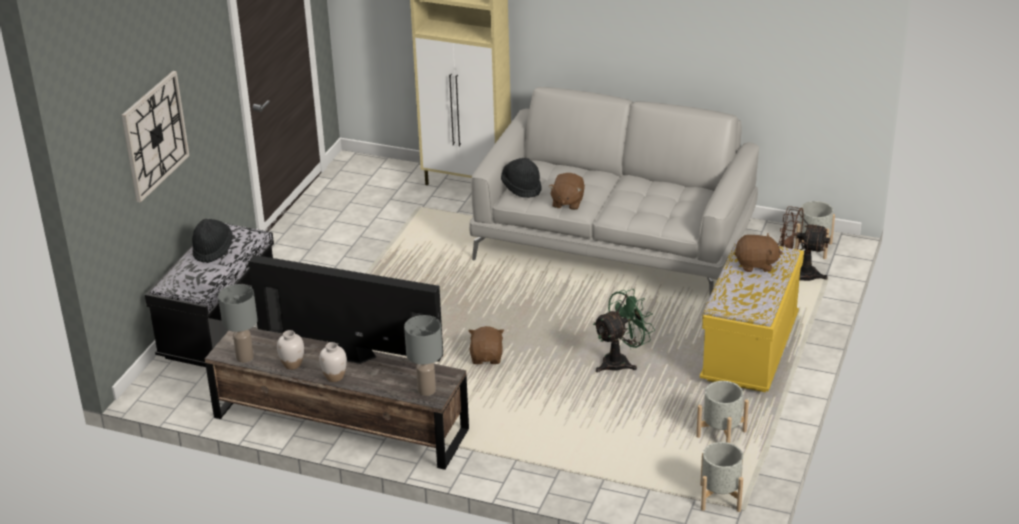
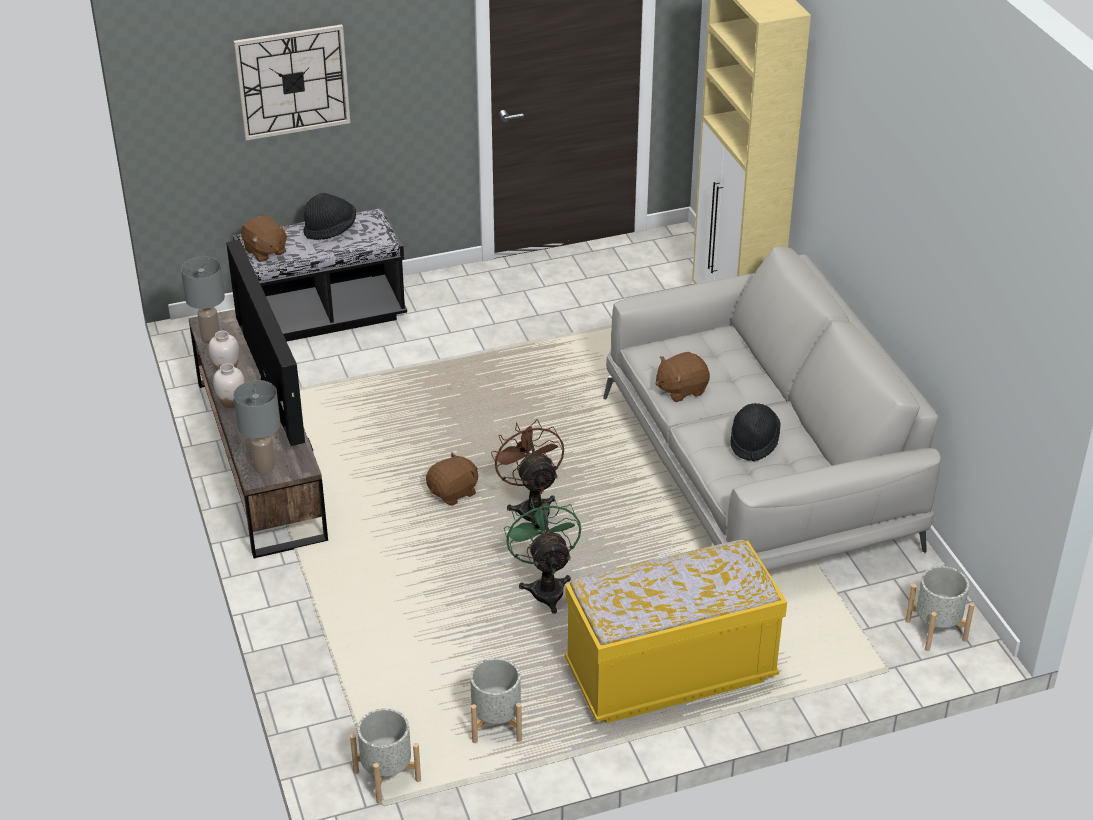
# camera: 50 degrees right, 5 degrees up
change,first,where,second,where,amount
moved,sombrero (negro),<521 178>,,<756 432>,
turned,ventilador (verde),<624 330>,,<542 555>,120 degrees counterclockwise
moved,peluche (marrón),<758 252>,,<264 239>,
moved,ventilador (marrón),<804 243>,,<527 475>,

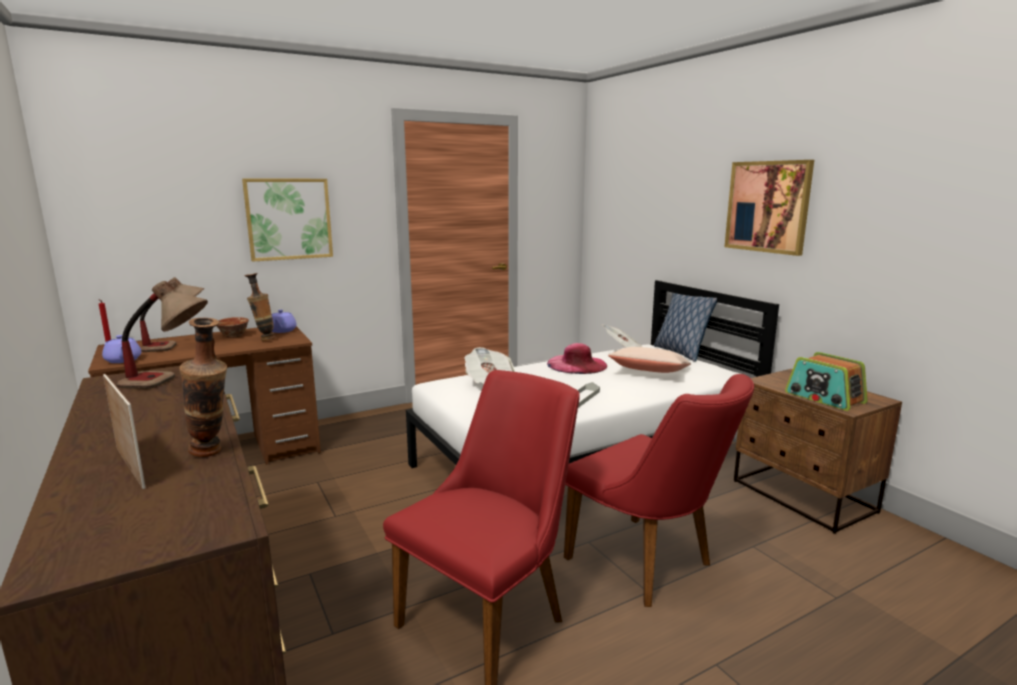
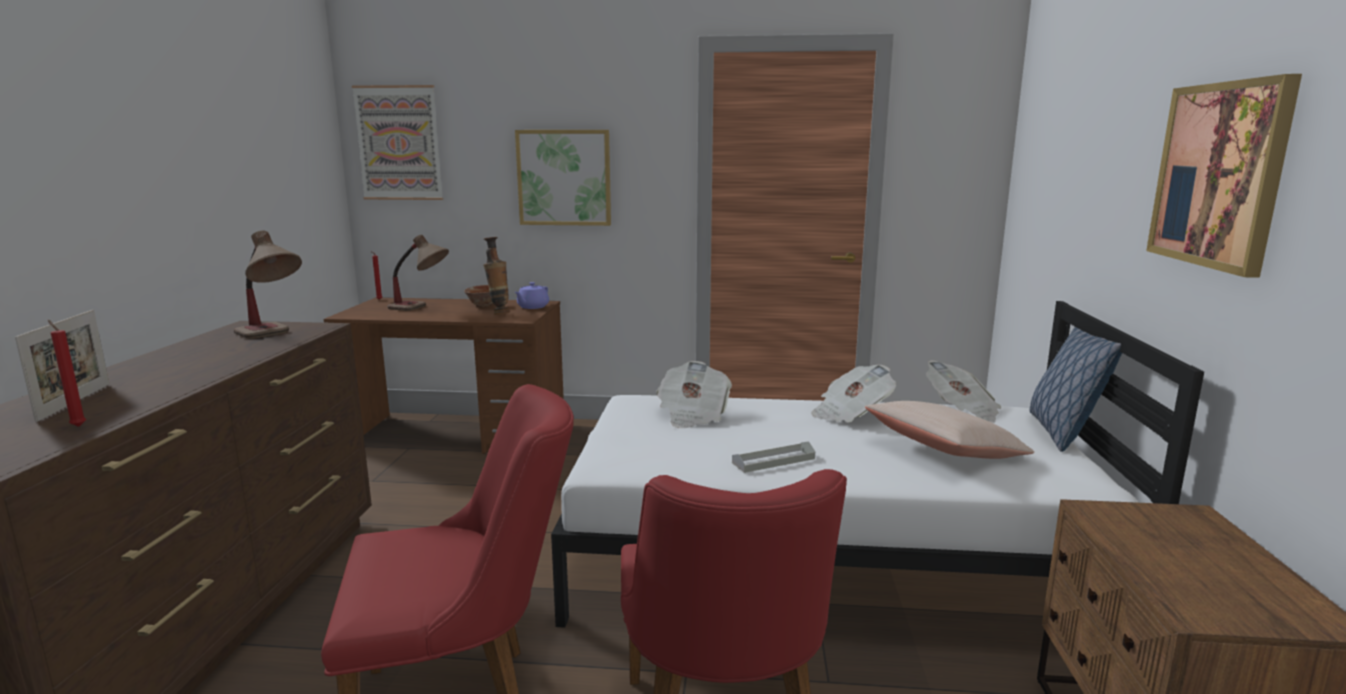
# camera: 35 degrees right, 0 degrees up
change,first,where,second,where,amount
removed,tetera (morado),<121 349>,,,
removed,florero,<203 387>,,,
replaced,sombrero (rosa),<577 358>,periódico,<853 394>,
removed,radio,<826 381>,,,
added,,,vela (rojo),<67 373>,
added,,,cuadro,<397 142>,

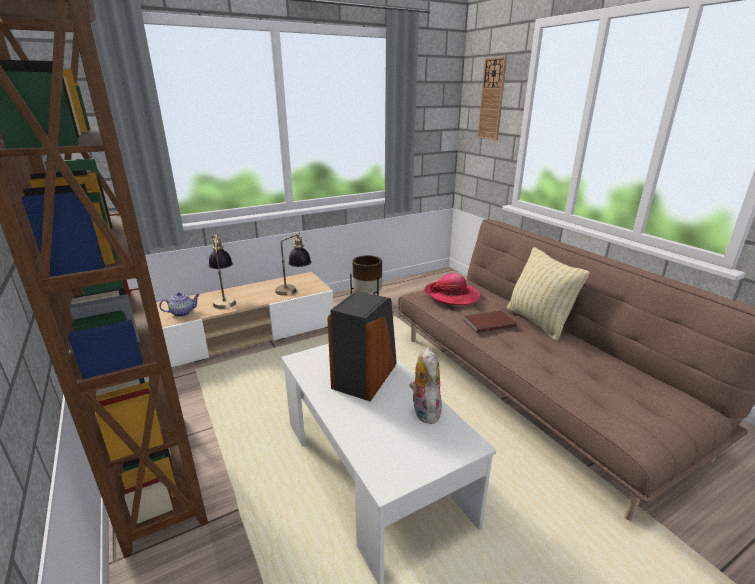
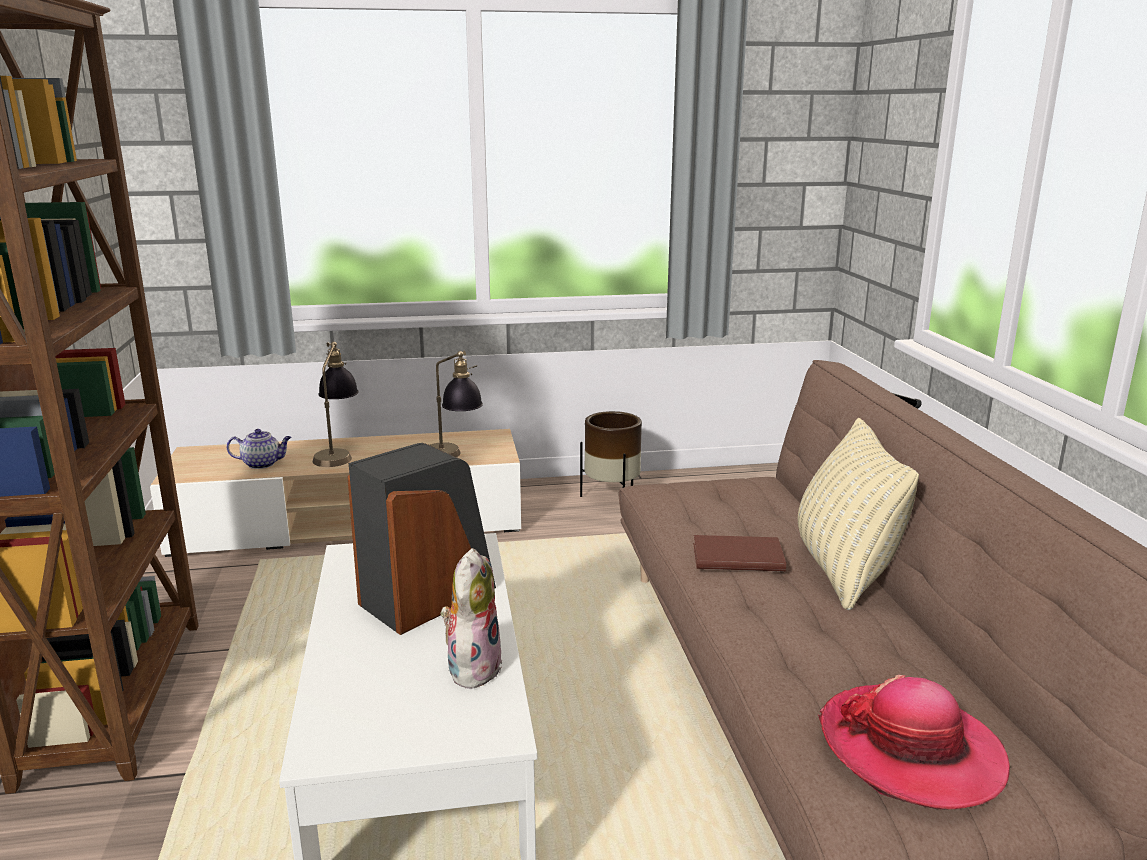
# camera: 20 degrees right, 5 degrees down
change,first,where,second,where,amount
moved,sombrero,<452 289>,,<914 742>,
removed,reloj de pared,<492 98>,,,

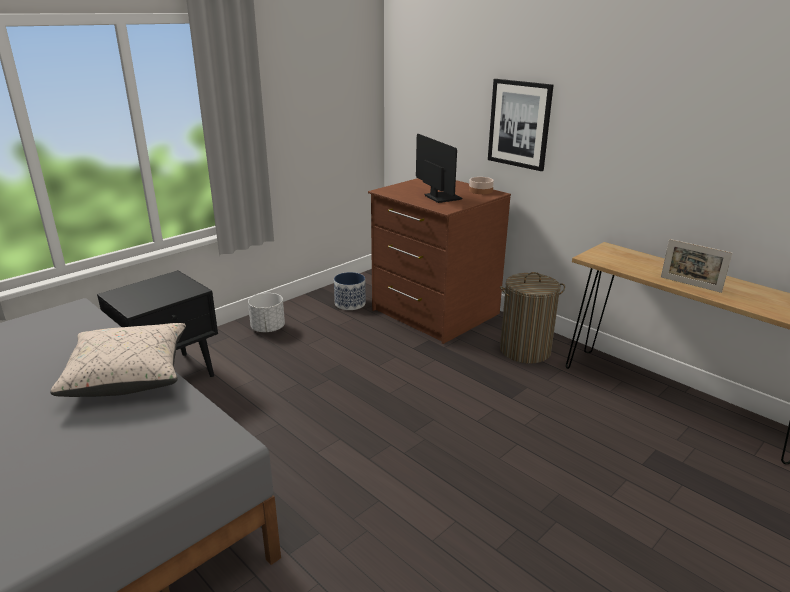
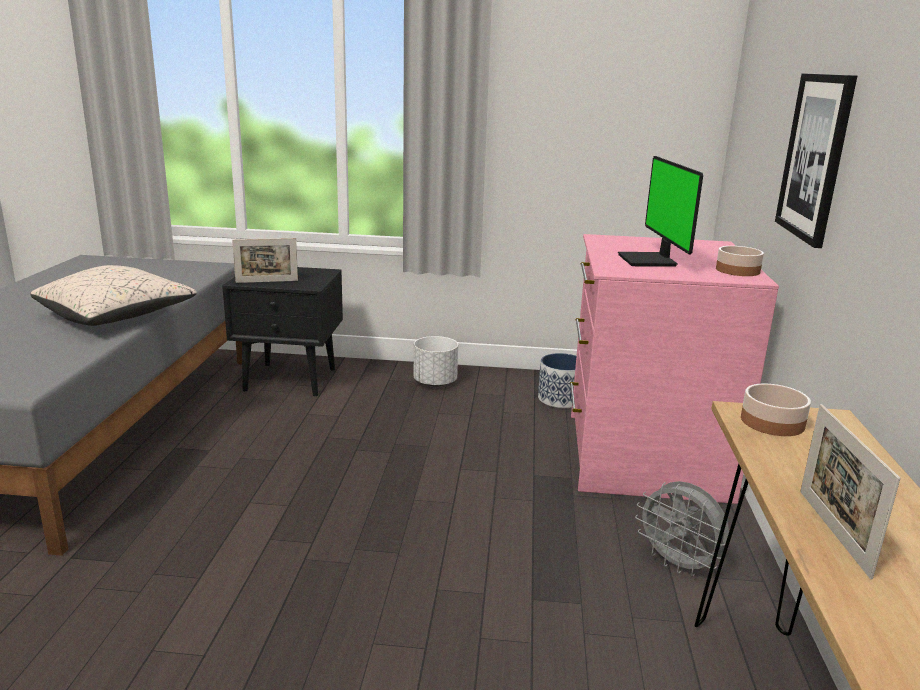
# camera: 50 degrees right, 5 degrees down
change,first,where,second,where,amount
recoloured,cómoda (marrón),<439 261>,cómoda (rosa),<674 369>,
turned,monitor,<439 168>,,<660 211>,150 degrees clockwise
replaced,cesto de la ropa,<532 317>,ventilador (gris),<682 529>,
added,,,portarretratos,<265 260>,
added,,,cuenco,<776 409>,

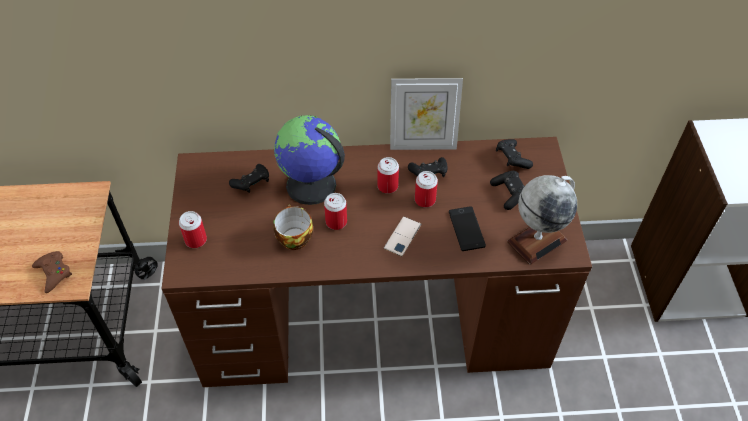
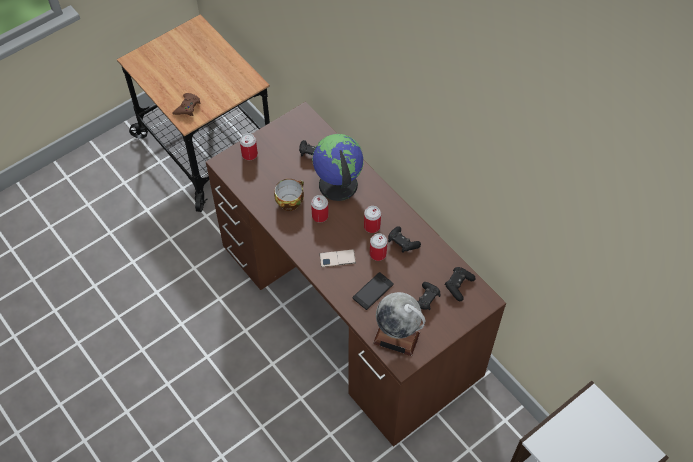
# camera: 55 degrees right, 5 degrees up
change,first,where,second,where,amount
removed,portarretratos,<426 114>,,,

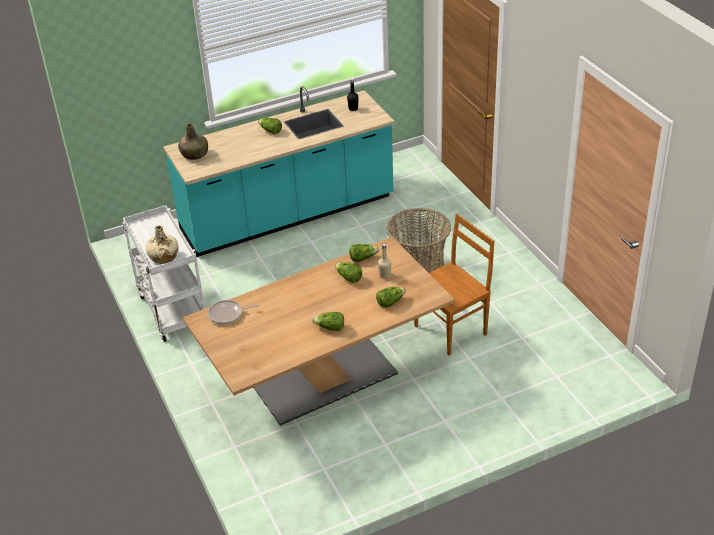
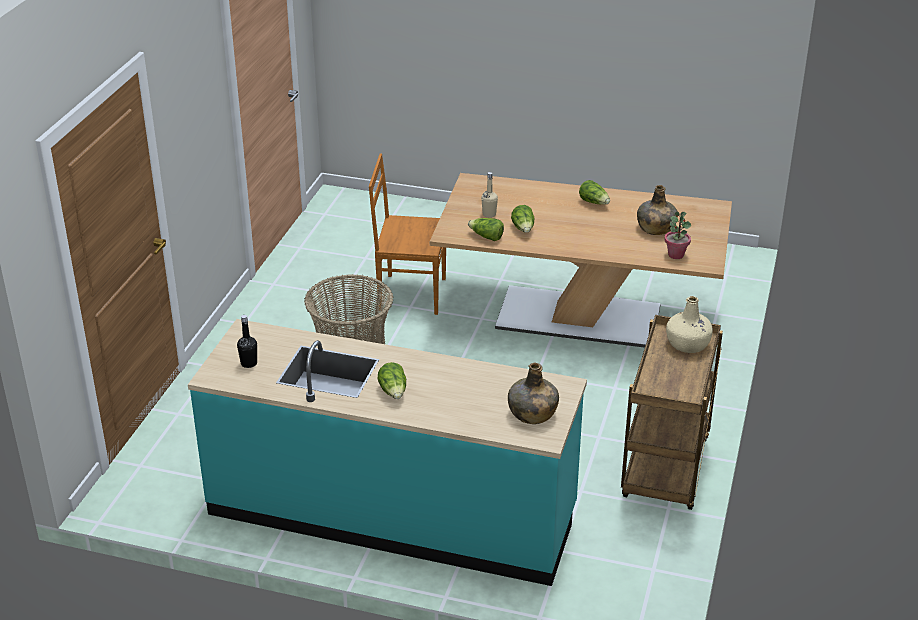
# camera: 140 degrees left, 5 degrees down
change,first,where,second,where,amount
recoloured,carrito (blanco),<164 273>,carrito (marrón),<672 412>,
replaced,sartén,<233 312>,planta en maceta,<678 235>,
removed,lechuga,<391 297>,,,
added,,,botella (verde),<657 210>,

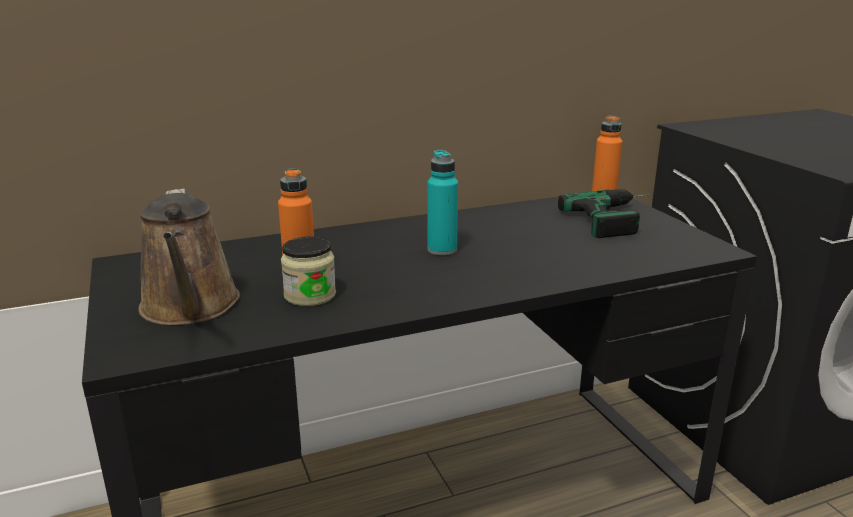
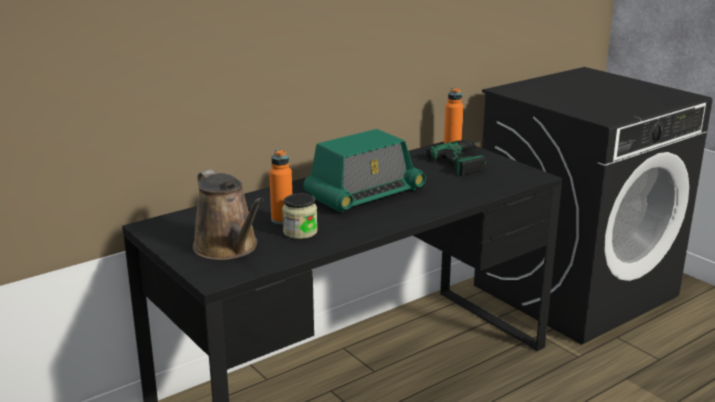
# camera: 15 degrees left, 0 degrees up
change,first,where,second,where,amount
replaced,botella (turquesa),<443 202>,radio,<364 171>,

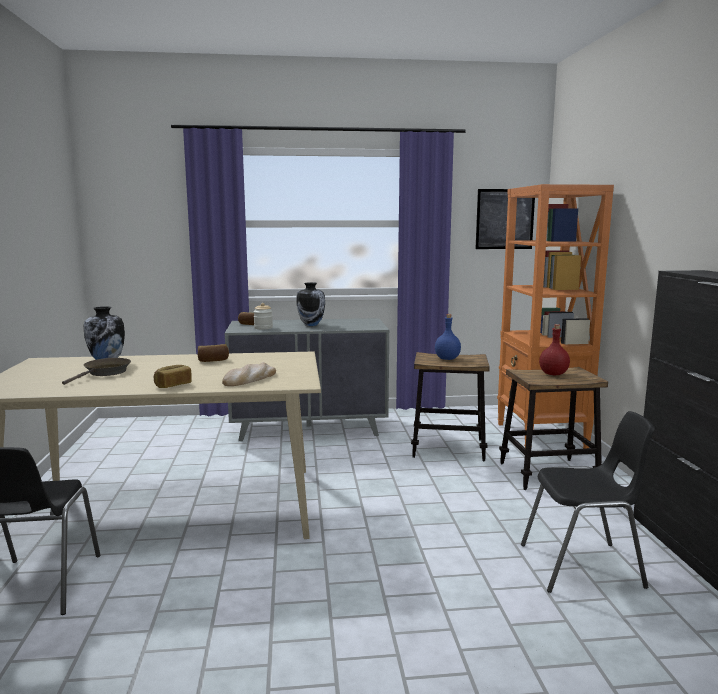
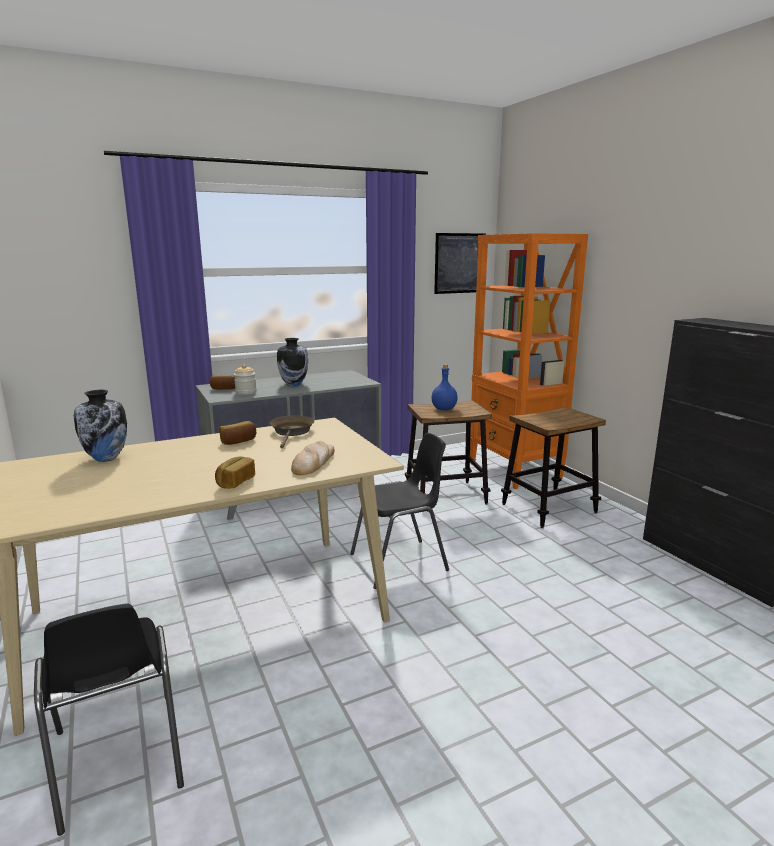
# camera: 20 degrees left, 5 degrees up
change,first,where,second,where,amount
moved,sartén (marrón),<96 371>,,<292 431>,
moved,silla (negro),<588 502>,,<399 511>,
removed,botella (rojo),<554 349>,,,

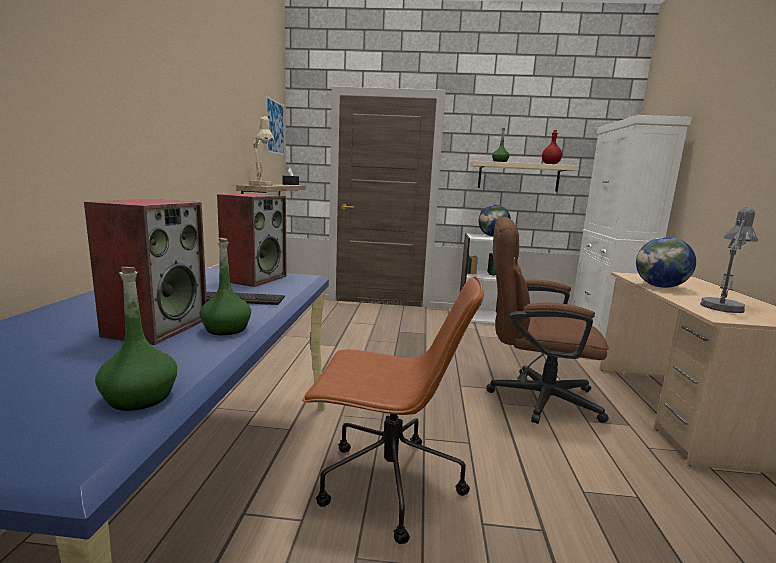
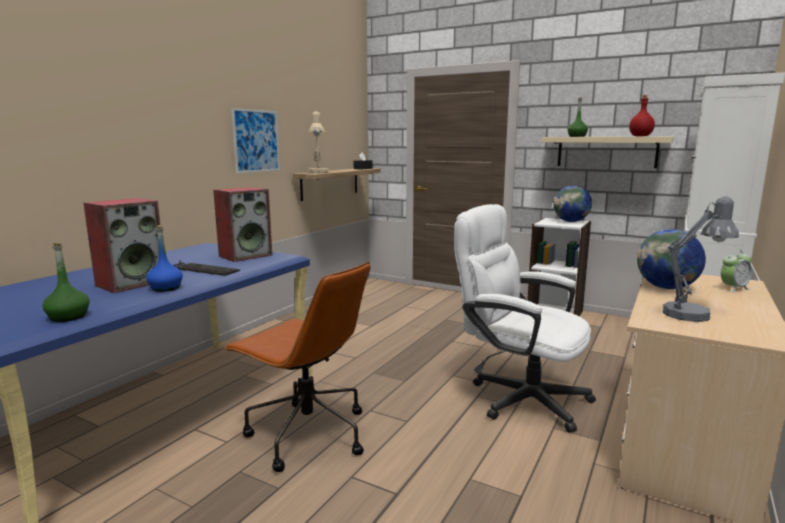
# camera: 25 degrees right, 0 degrees up
change,first,where,second,where,amount
recoloured,botella (verde),<225 286>,botella (azul),<164 258>,
moved,cuadro,<275 125>,,<255 140>,
recoloured,silla de oficina (marrón),<548 320>,silla de oficina (blanco),<525 318>,
added,,,despertador,<736 270>,

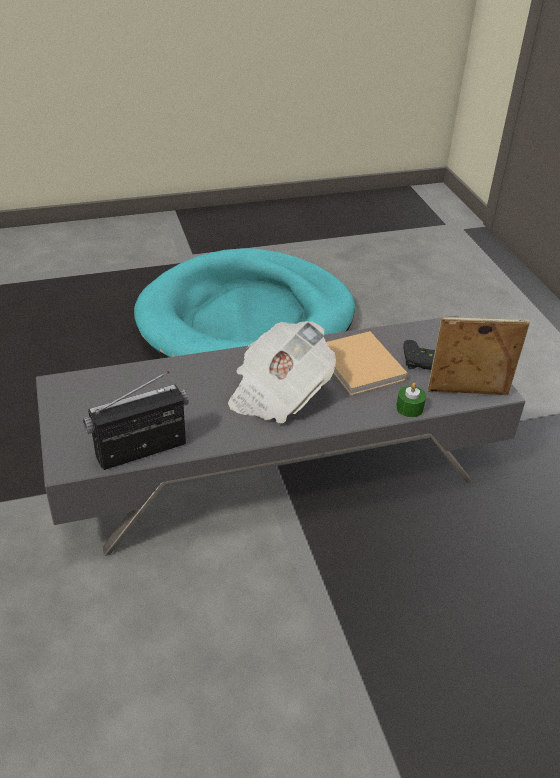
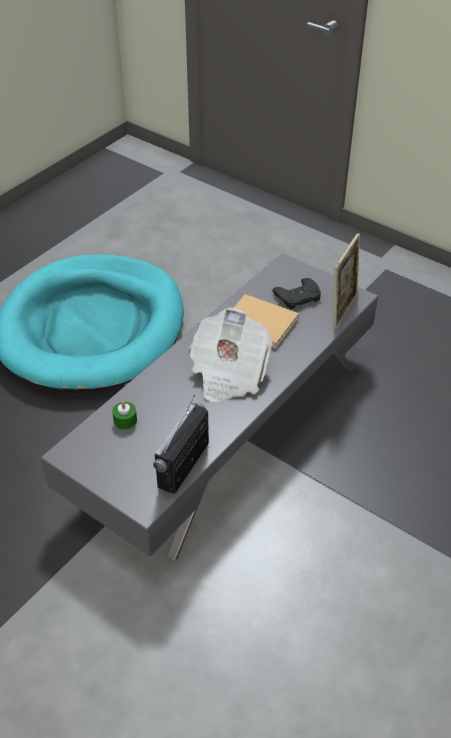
# camera: 35 degrees left, 5 degrees up
change,first,where,second,where,amount
moved,vela (verde),<411 400>,,<124 415>,
turned,portarretratos,<478 356>,,<346 281>,150 degrees clockwise

